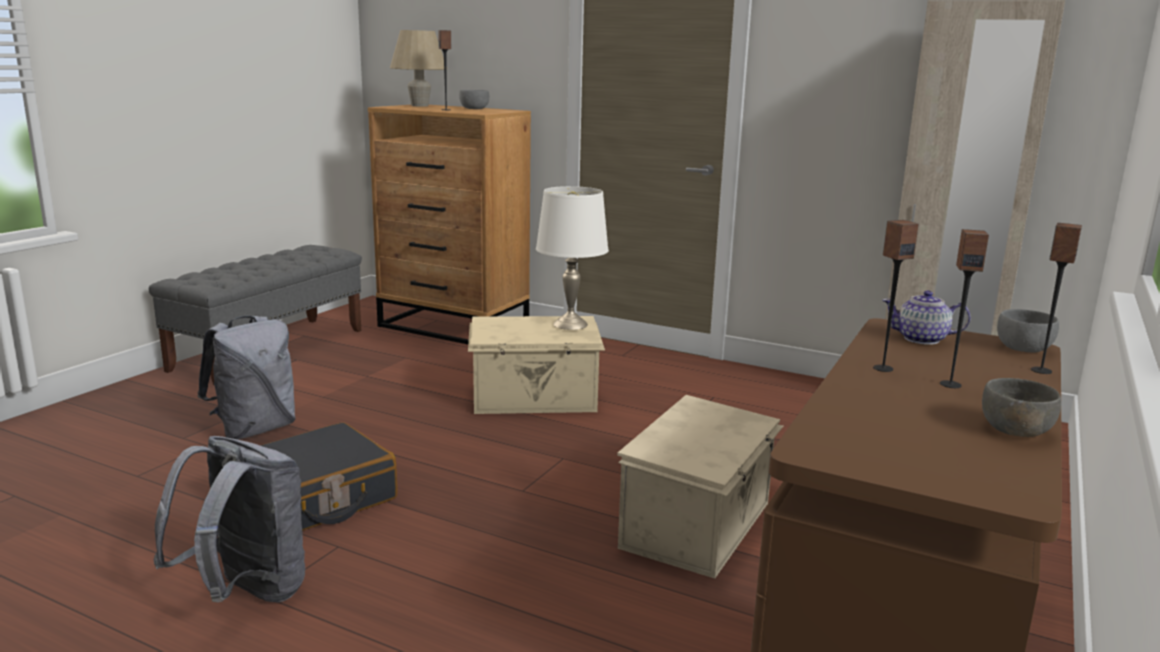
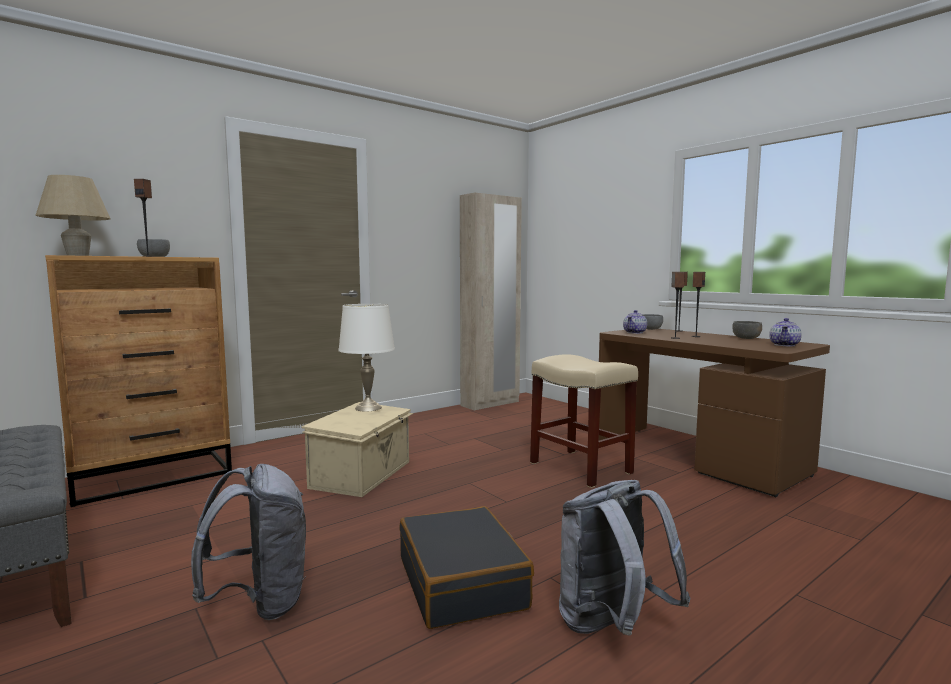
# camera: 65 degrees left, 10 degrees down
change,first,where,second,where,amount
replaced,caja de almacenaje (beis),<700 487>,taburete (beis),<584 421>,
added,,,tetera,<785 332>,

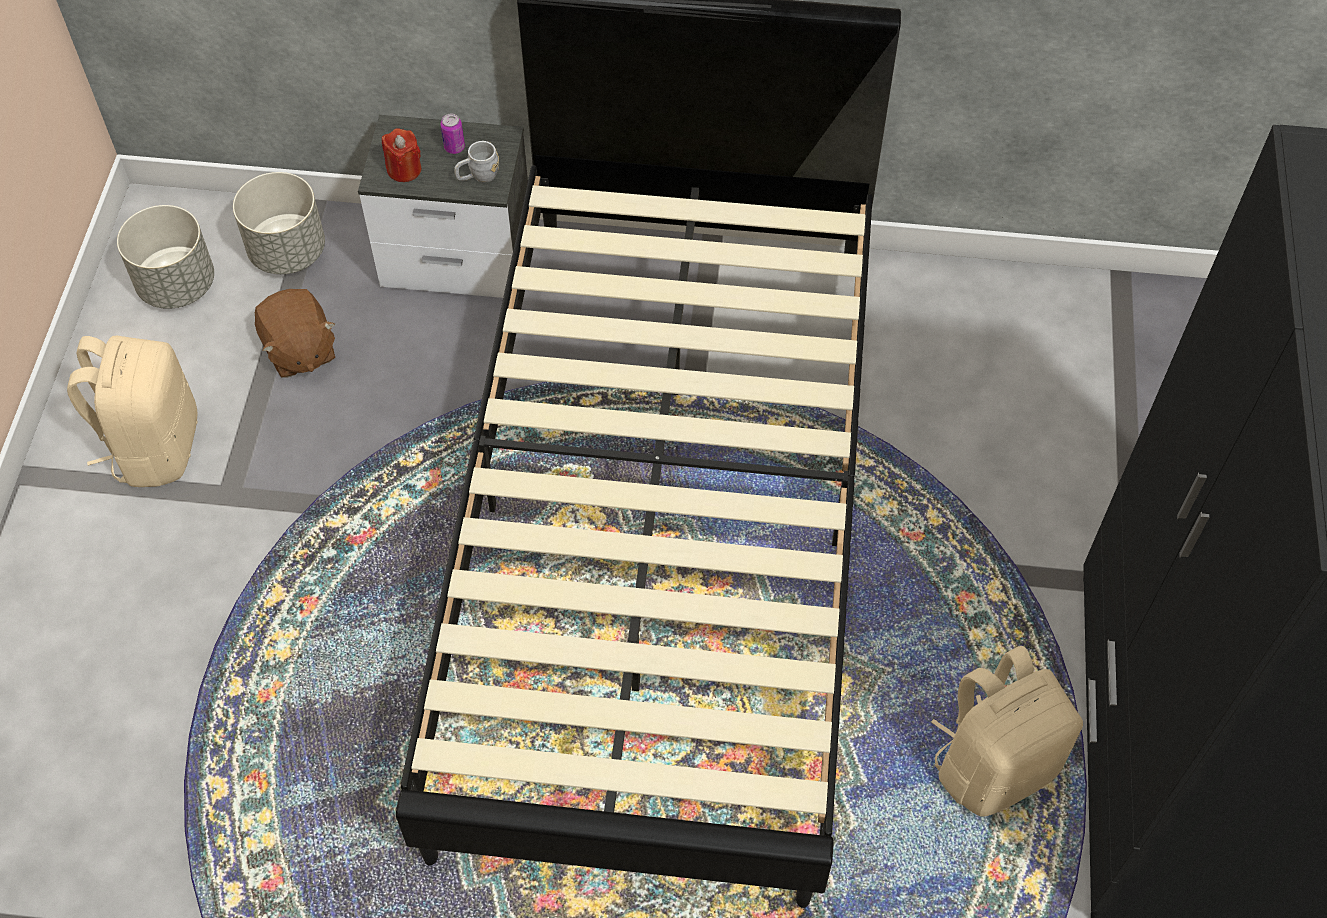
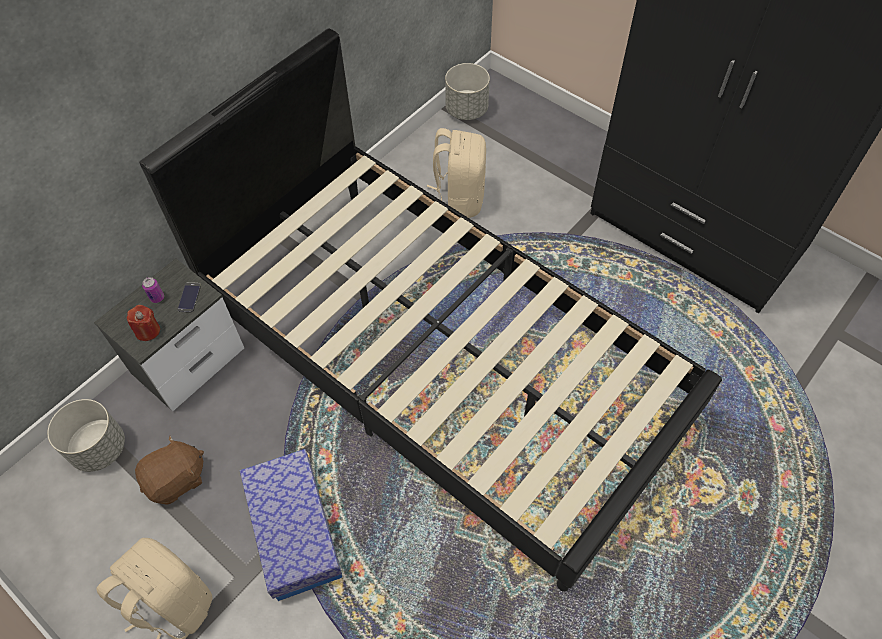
# camera: 55 degrees left, 0 degrees up
change,first,where,second,where,amount
moved,maceta (gris),<165 257>,,<467 91>,
turned,peluche (marrón),<295 333>,,<169 470>,45 degrees counterclockwise
replaced,taza grande (gris),<476 162>,móvil,<189 297>,
moved,mochila (beis),<1007 731>,,<456 173>,
added,,,caja de almacenaje,<291 525>,

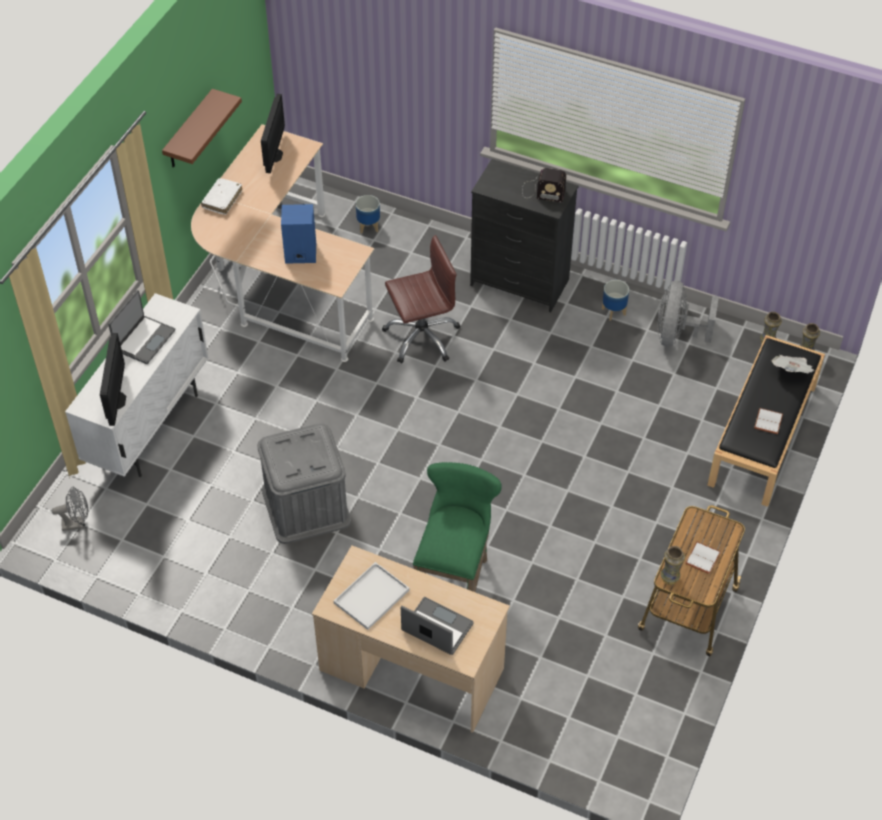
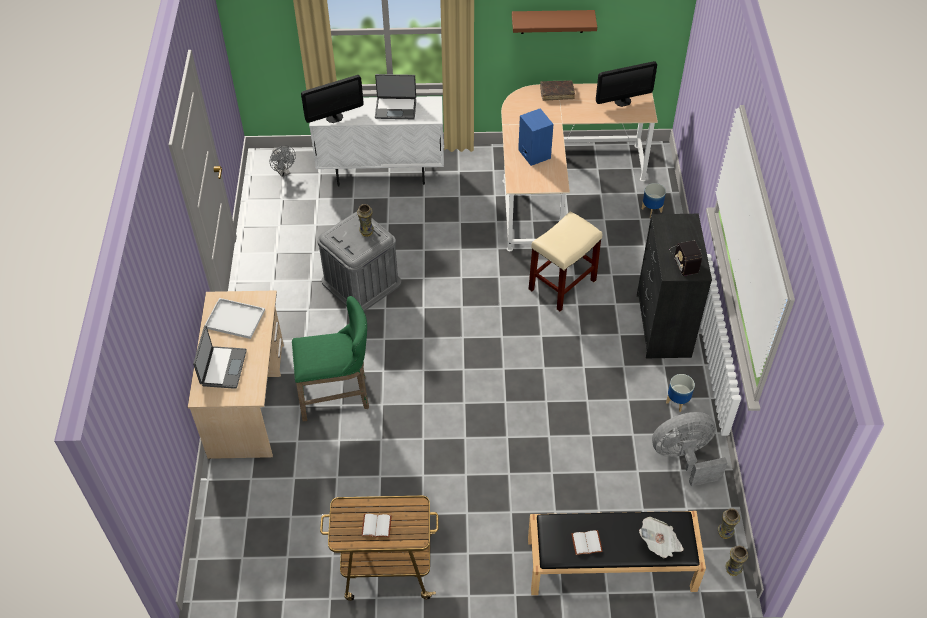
# camera: 65 degrees right, 0 degrees up
change,first,where,second,where,amount
recoloured,libro (blanco),<221 196>,libro (marrón),<557 90>,
replaced,silla de oficina (marrón),<421 299>,taburete (beis),<565 261>,
moved,florero,<673 565>,,<365 220>,

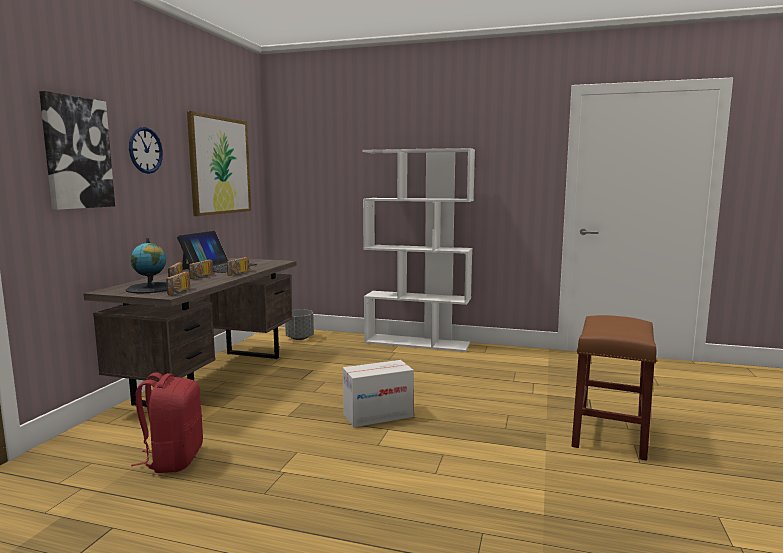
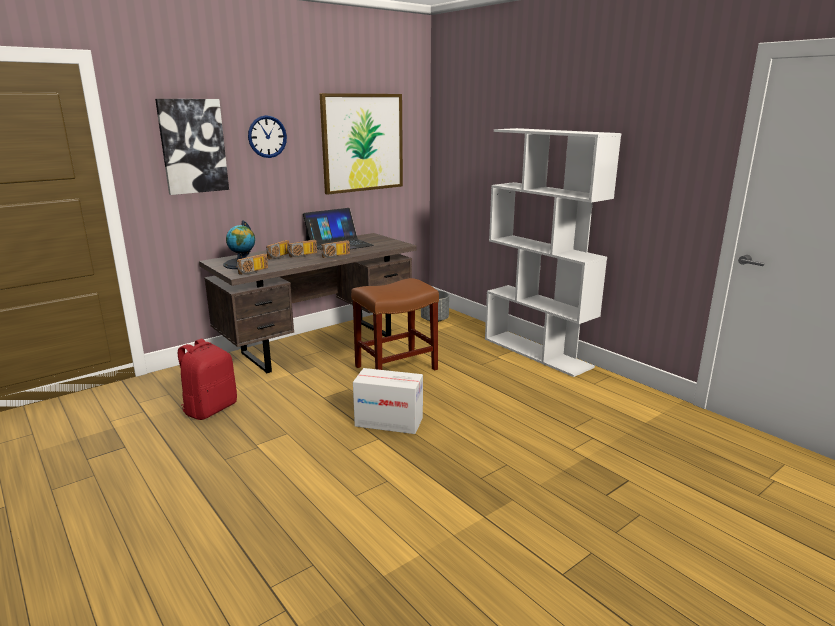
# camera: 35 degrees right, 10 degrees up
change,first,where,second,where,amount
moved,taburete (marrón),<614 388>,,<395 324>,

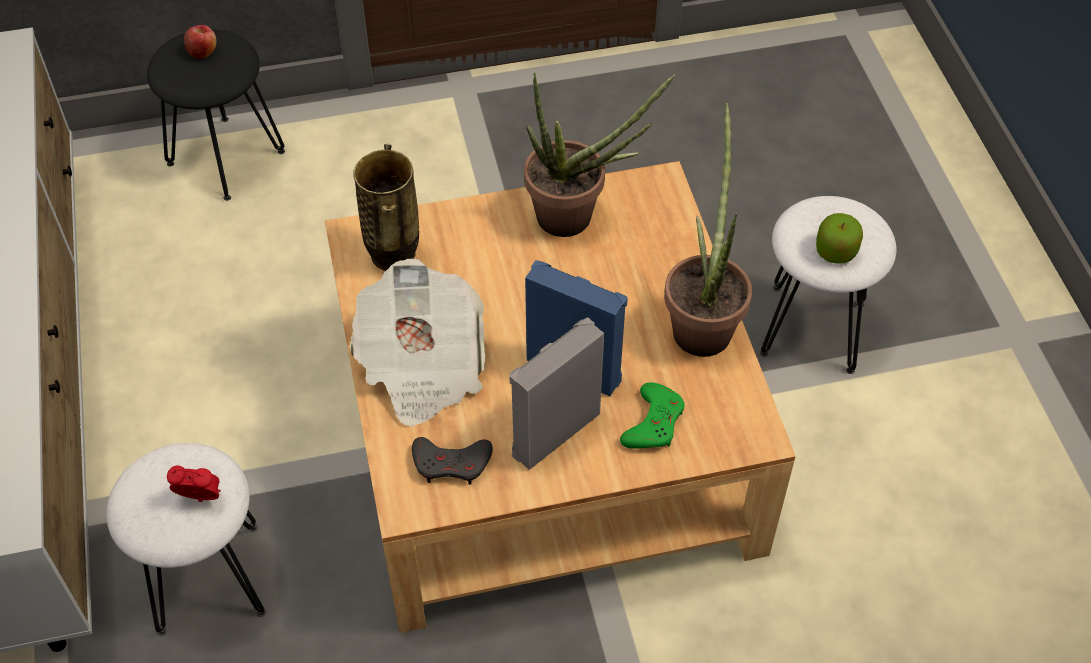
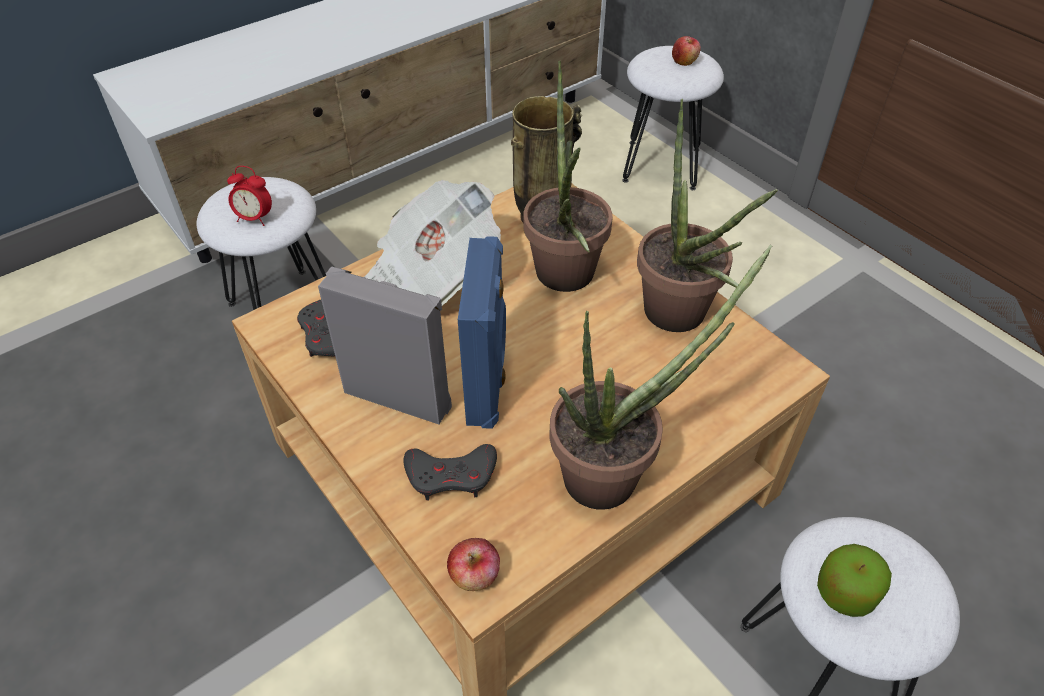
# camera: 65 degrees right, 5 degrees down
change,first,where,second,where,amount
recoloured,taburete (negro),<216 115>,taburete (blanco),<673 118>,
turned,despertador,<194 483>,,<249 196>,120 degrees clockwise
recoloured,mando de consola (verde),<652 415>,mando de consola (gris),<450 472>,
added,,,manzana,<473 564>,
added,,,planta en maceta,<568 176>,

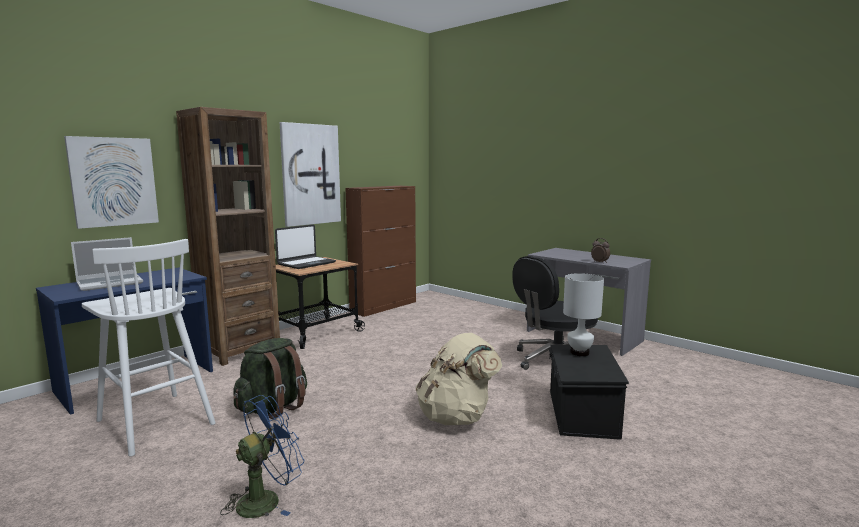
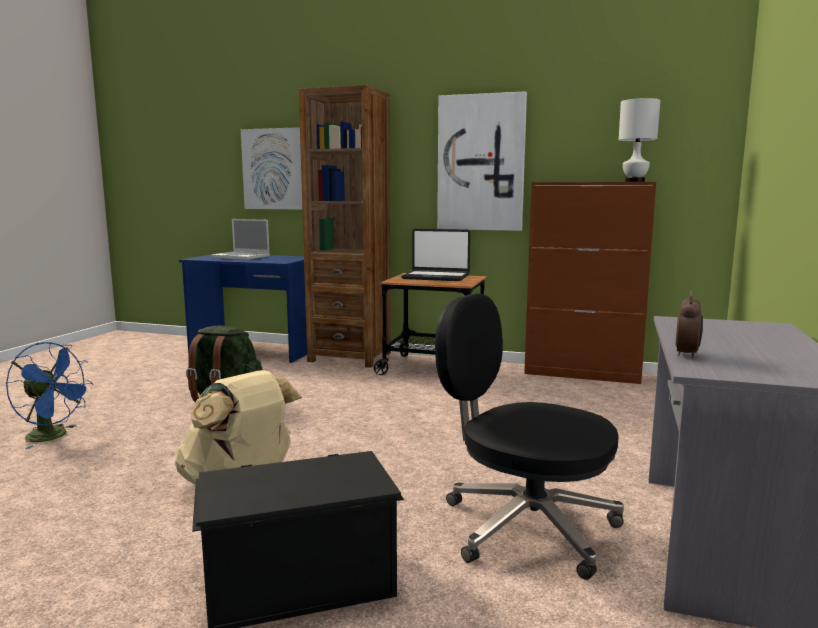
# camera: 65 degrees right, 0 degrees up
change,first,where,second,where,amount
removed,taburete (blanco),<149 348>,,,
moved,lámpara de mesa (blanco),<583 314>,,<639 140>,

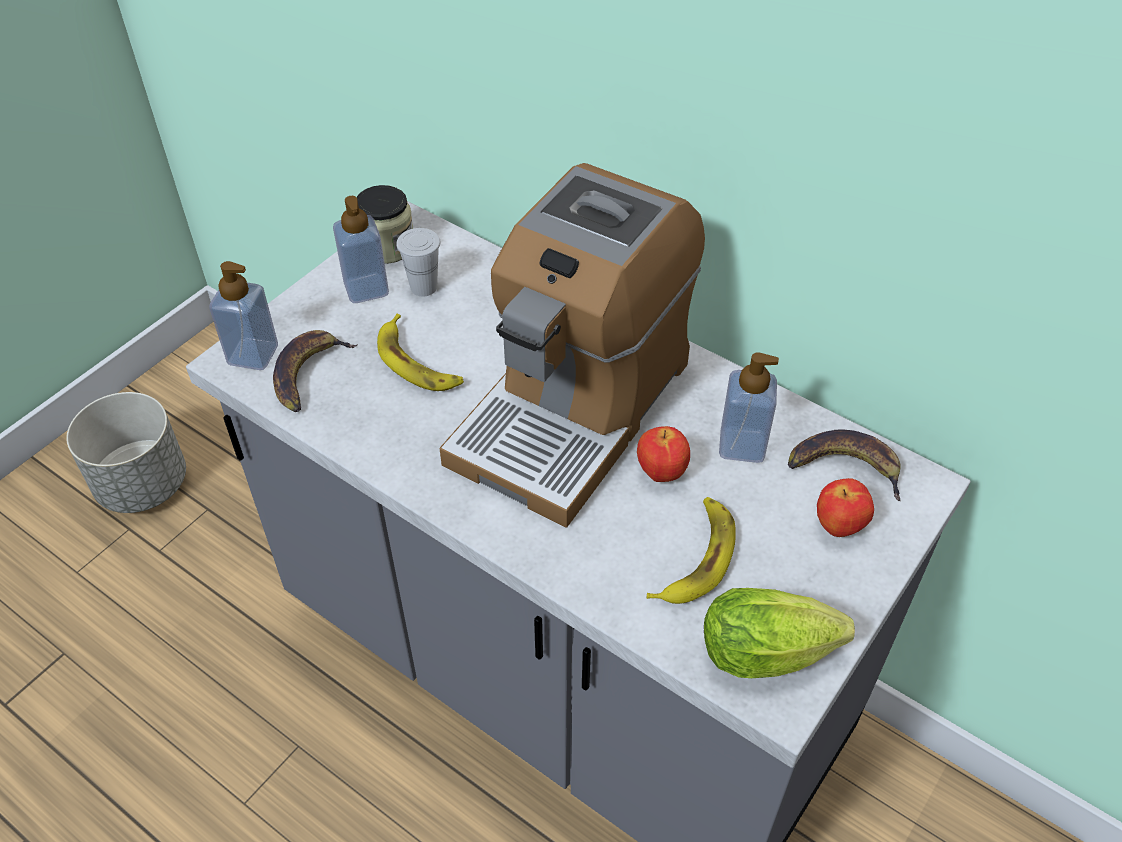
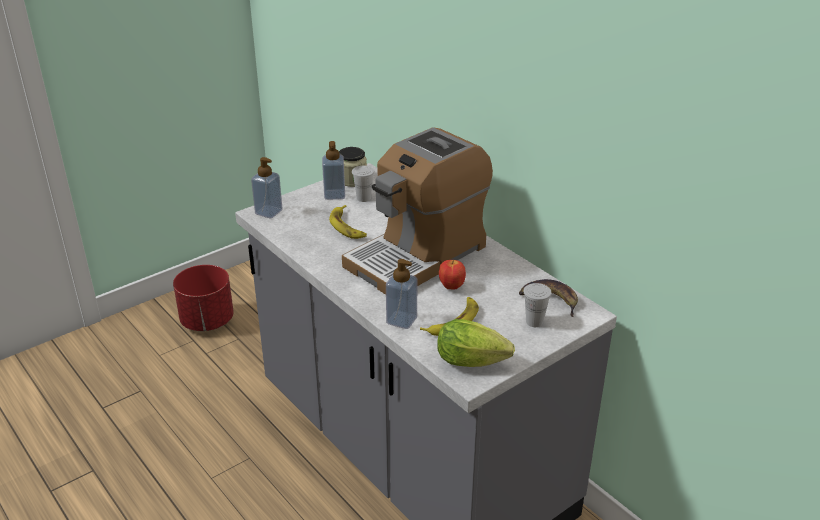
# camera: 15 degrees right, 15 degrees down
change,first,where,second,where,amount
recoloured,maceta (gris),<126 452>,maceta (rojo),<203 298>,
removed,plátano,<315 371>,,,
moved,dispensador de jabón,<749 407>,,<401 294>,
replaced,manzana,<845 507>,taza (blanco),<537 305>,

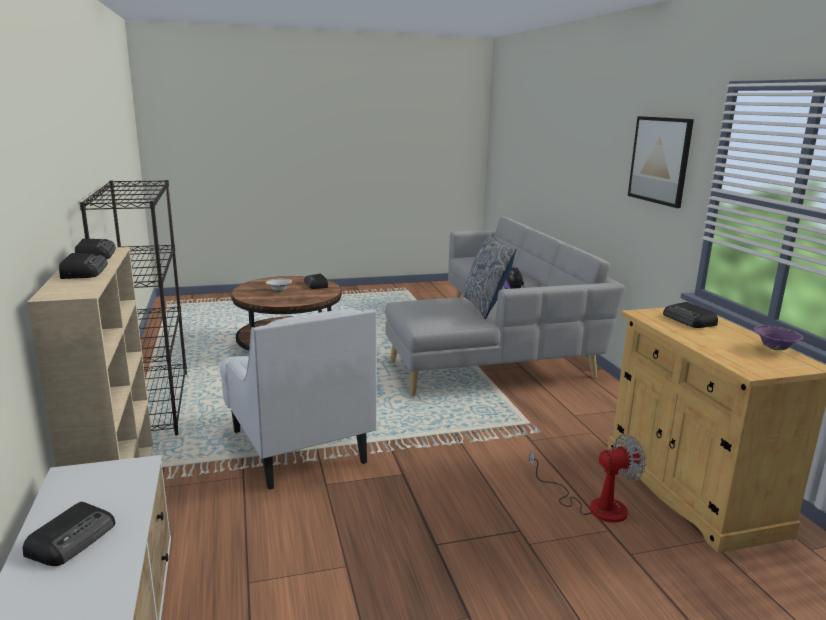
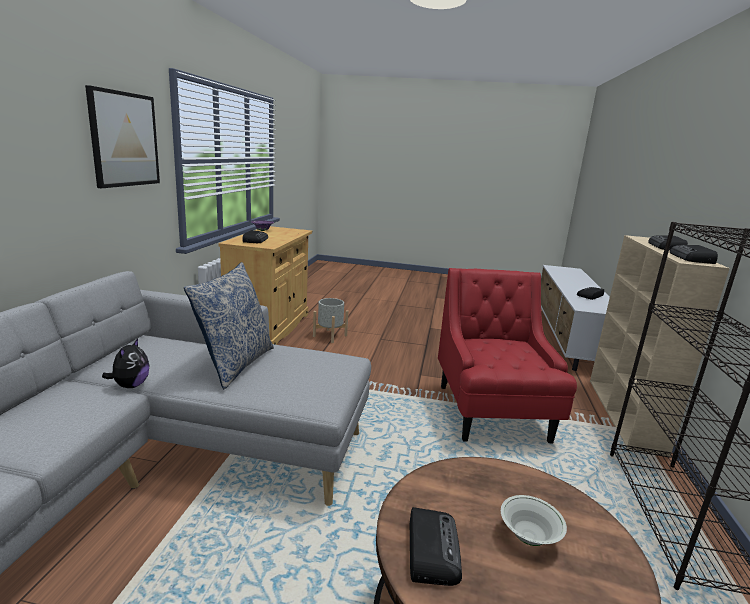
# camera: 155 degrees left, 0 degrees up
change,first,where,second,where,amount
recoloured,sillón (blanco),<298 399>,sillón (rojo),<507 355>,
replaced,ventilador,<587 478>,maceta (gris),<330 320>,

